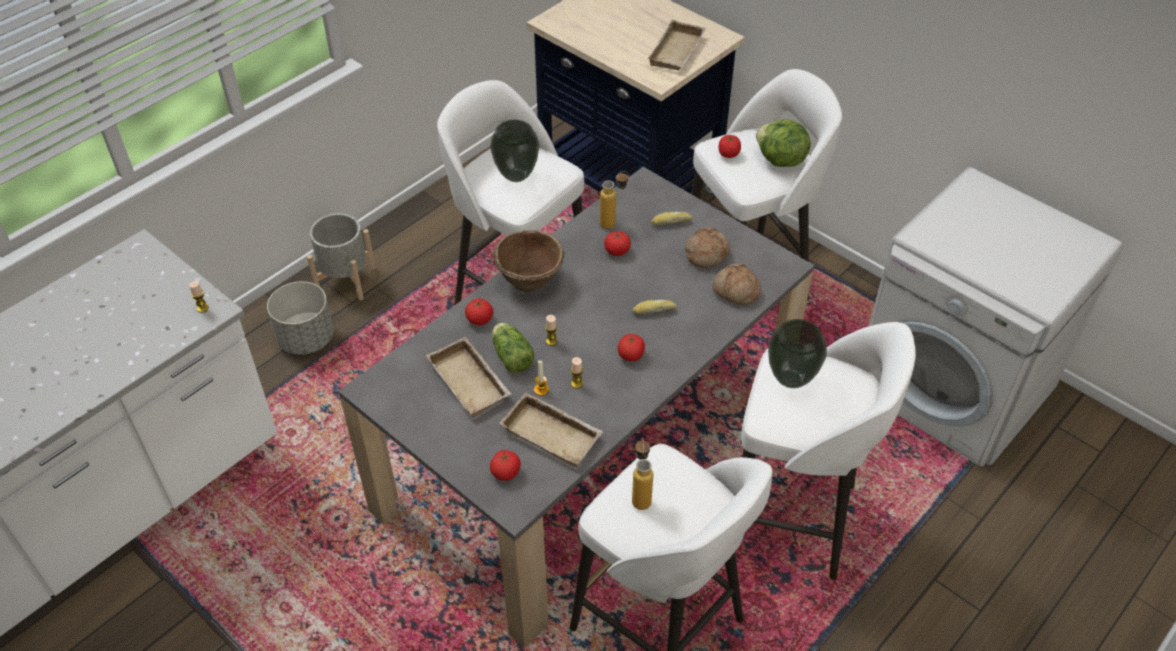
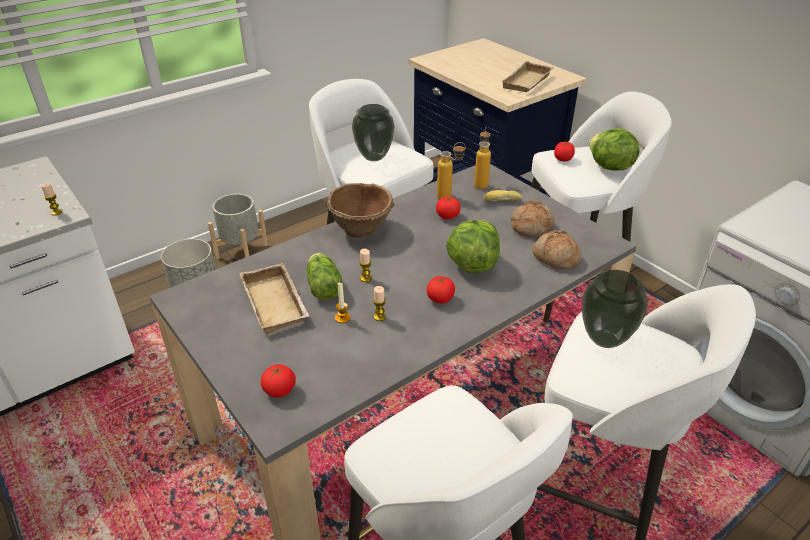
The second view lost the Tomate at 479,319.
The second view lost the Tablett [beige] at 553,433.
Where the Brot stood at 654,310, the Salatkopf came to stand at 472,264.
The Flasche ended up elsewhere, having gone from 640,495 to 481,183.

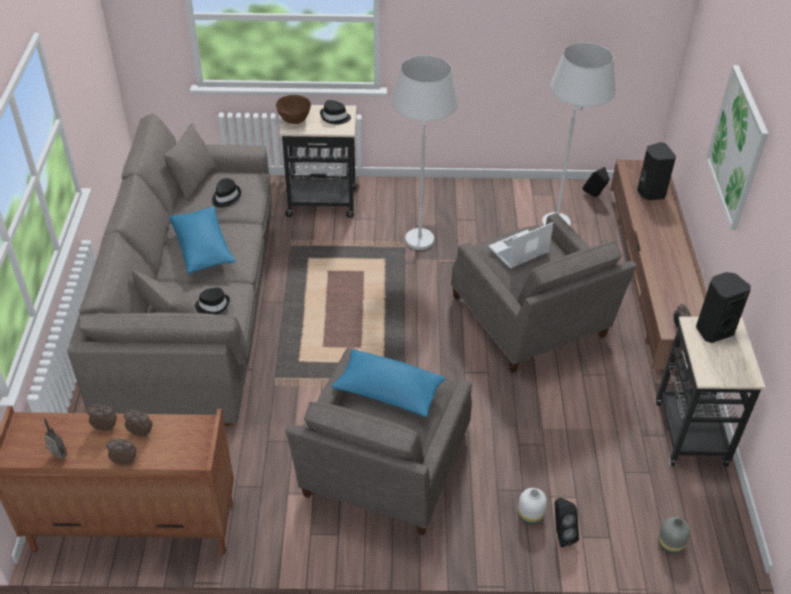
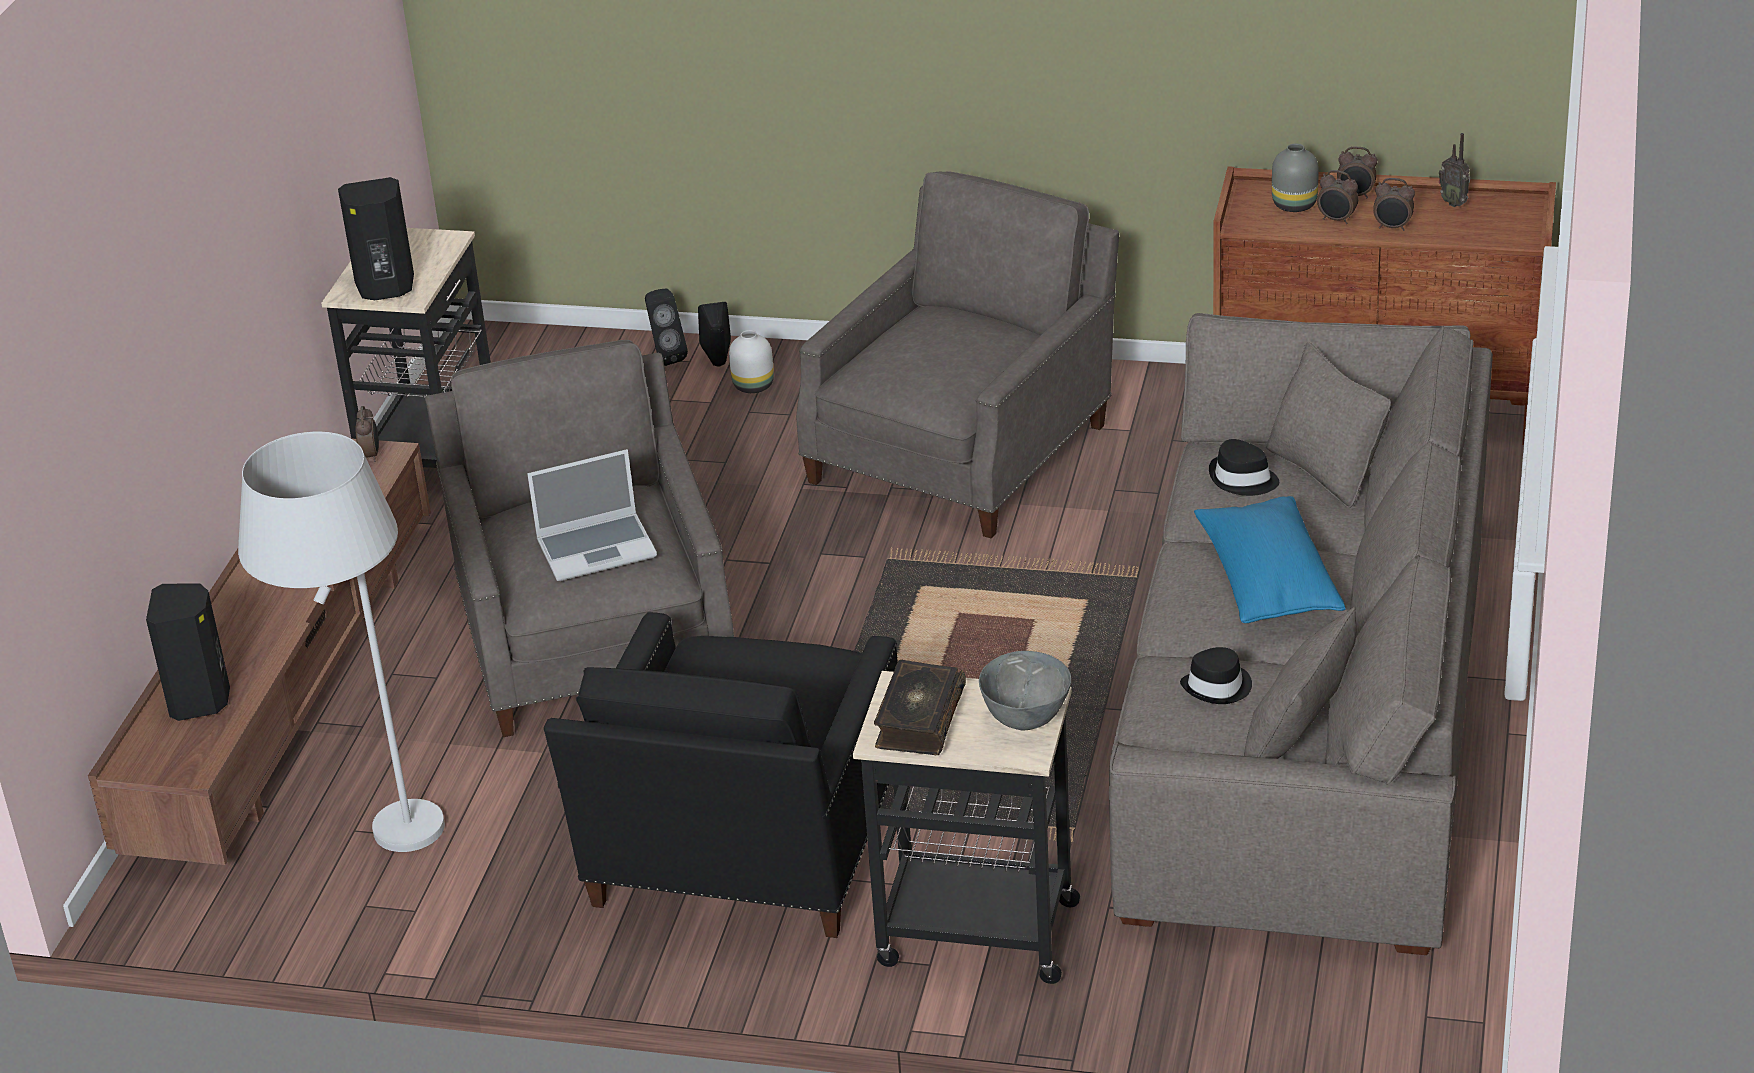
What was the Schüssel [braun] at 294,120 turned into the Schüssel [grau] at 1025,719.
Where the Hut [schwarz] stood at 335,117, the Buch came to stand at 918,720.
The second view lost the Kissen [blau] at 388,392.
Where the Stehlampe [weiß] stood at 419,229, the Sessel [schwarz] came to stand at 746,842.
The Lautsprecher [schwarz] ended up elsewhere, having gone from 594,196 to 665,356.
The Vase [grau] ended up elsewhere, having gone from 670,543 to 1293,205.
The second view lost the Bild at 737,147.

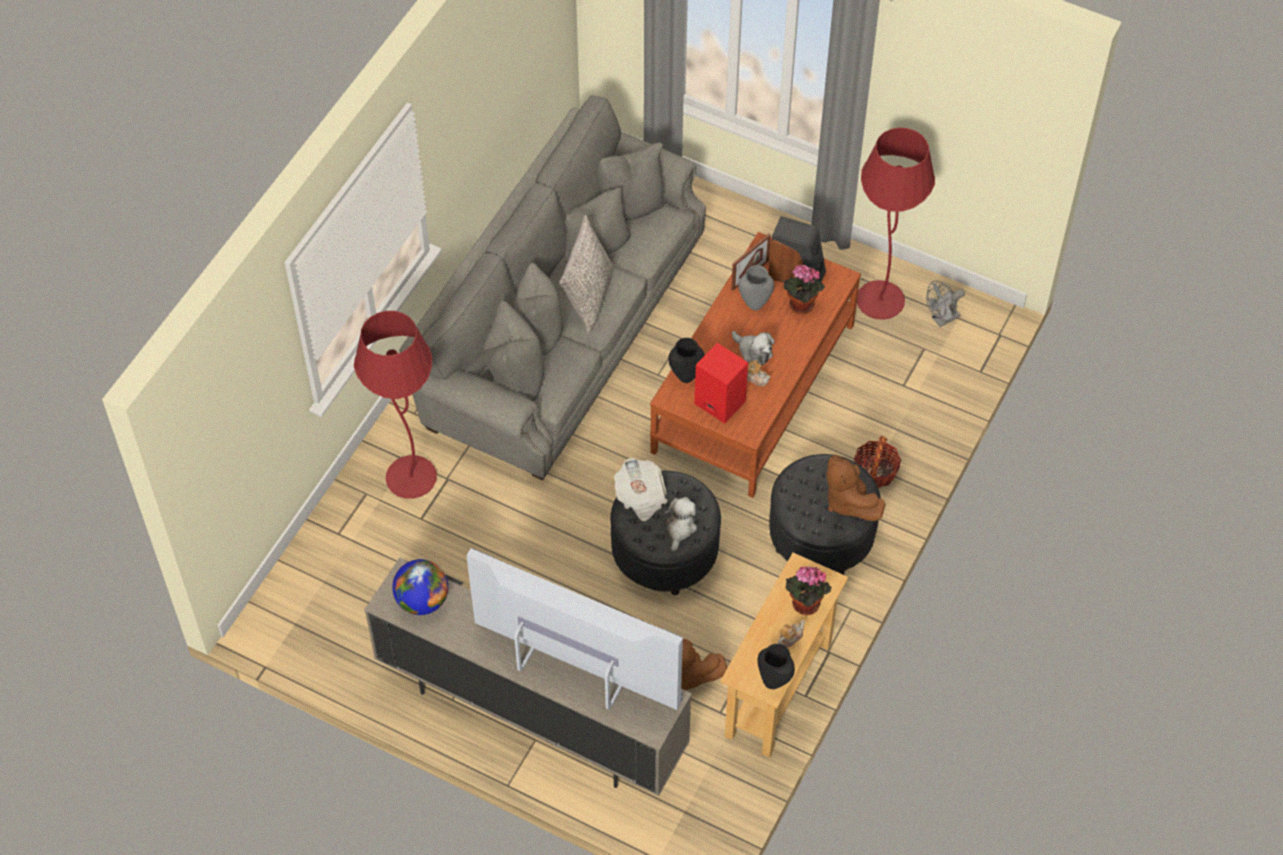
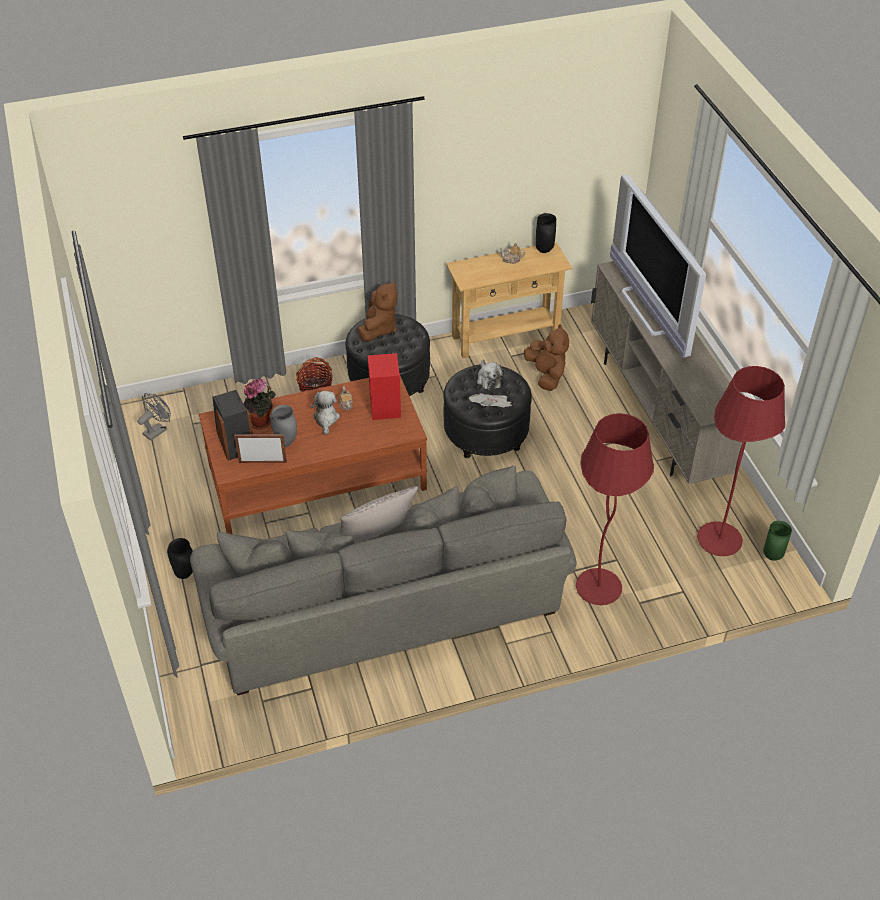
The second view lost the Globus at 422,600.
The Plüschtier at 680,528 ended up facing another way, 75 degrees counterclockwise from before.
The Vase [schwarz] ended up elsewhere, having gone from 686,376 to 184,574.
The second view lost the Topfpflanze at 804,605.
The Stehlampe [rot] ended up elsewhere, having gone from 879,302 to 719,541.
The Ventilator [grau] at 942,319 ended up facing another way, 60 degrees counterclockwise from before.
The second view gained the Vase [grün] at 773,557.

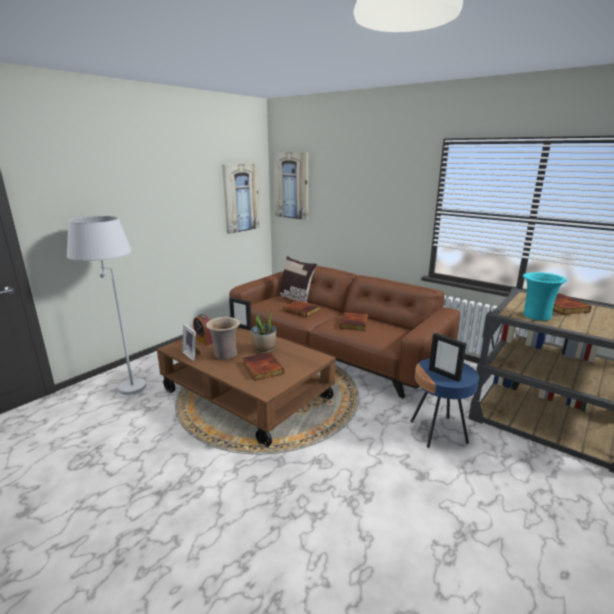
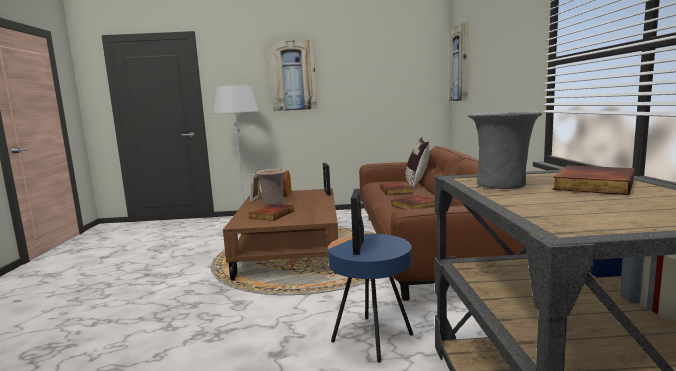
The Bild ended up elsewhere, having gone from 241,198 to 293,76.
The second view lost the Topfpflanze at 264,350.
What was the Vase [türkis] at 535,316 turned into the Vase [grau] at 501,185.

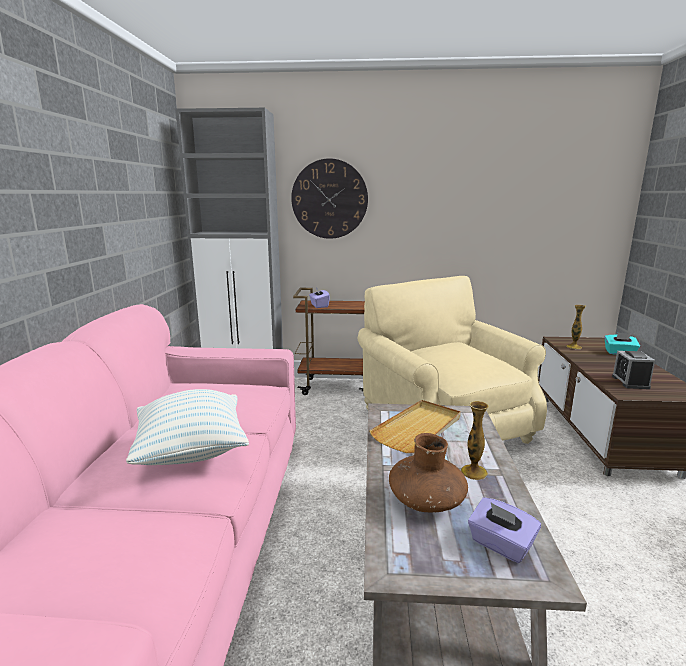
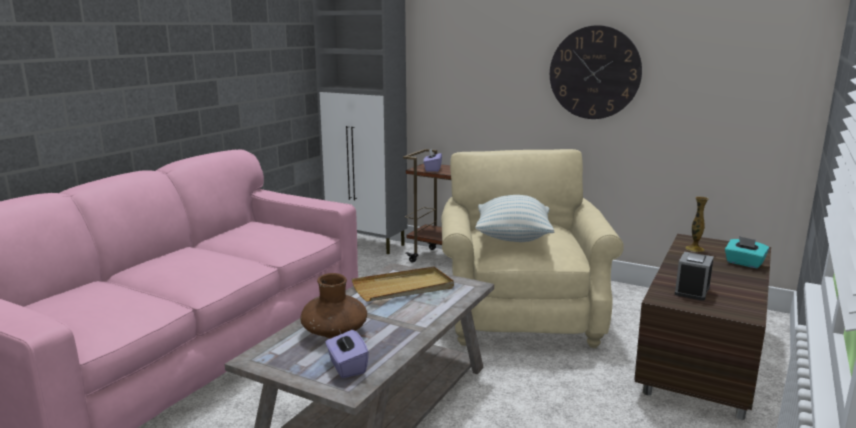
The Kissen ended up elsewhere, having gone from 192,452 to 513,238.
The Wanduhr ended up elsewhere, having gone from 329,199 to 594,73.
The second view lost the Vase at 474,472.

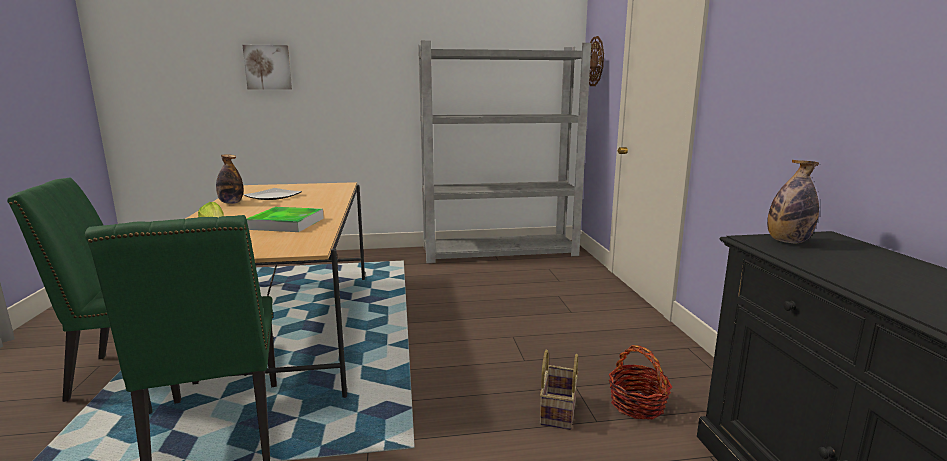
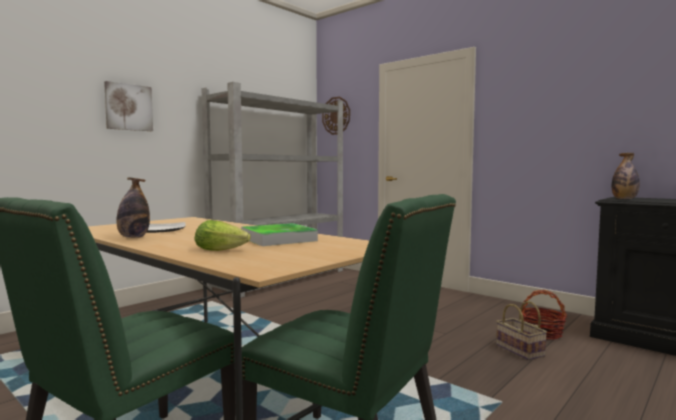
The Bild ended up elsewhere, having gone from 268,67 to 128,107.

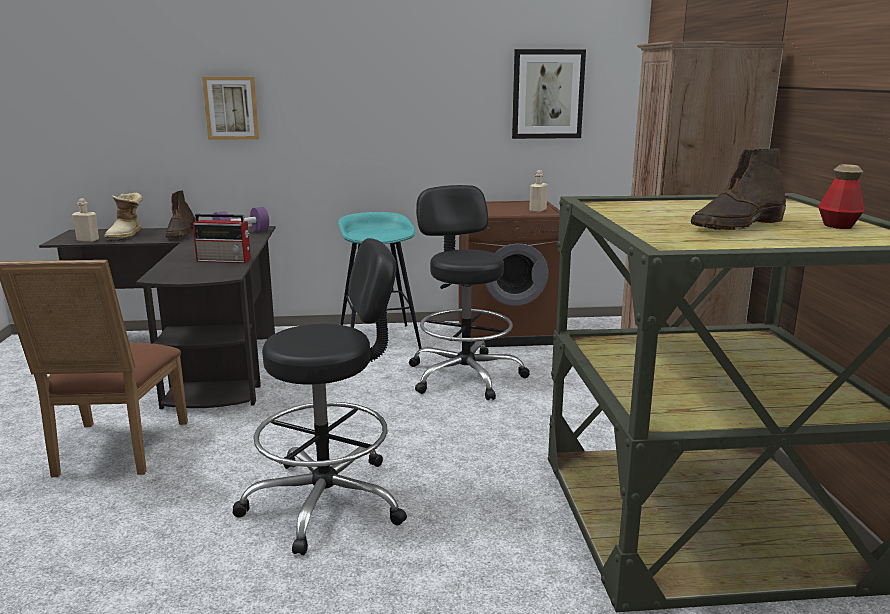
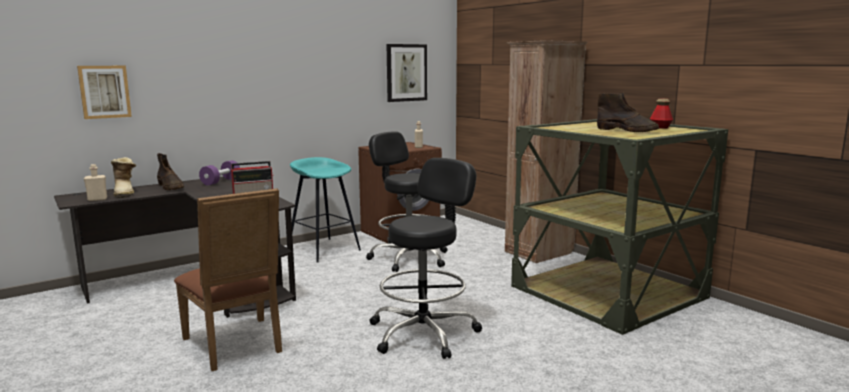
The Bild ended up elsewhere, having gone from 231,108 to 104,91.
The Stiefel [braun] at 737,226 ended up facing another way, 75 degrees counterclockwise from before.

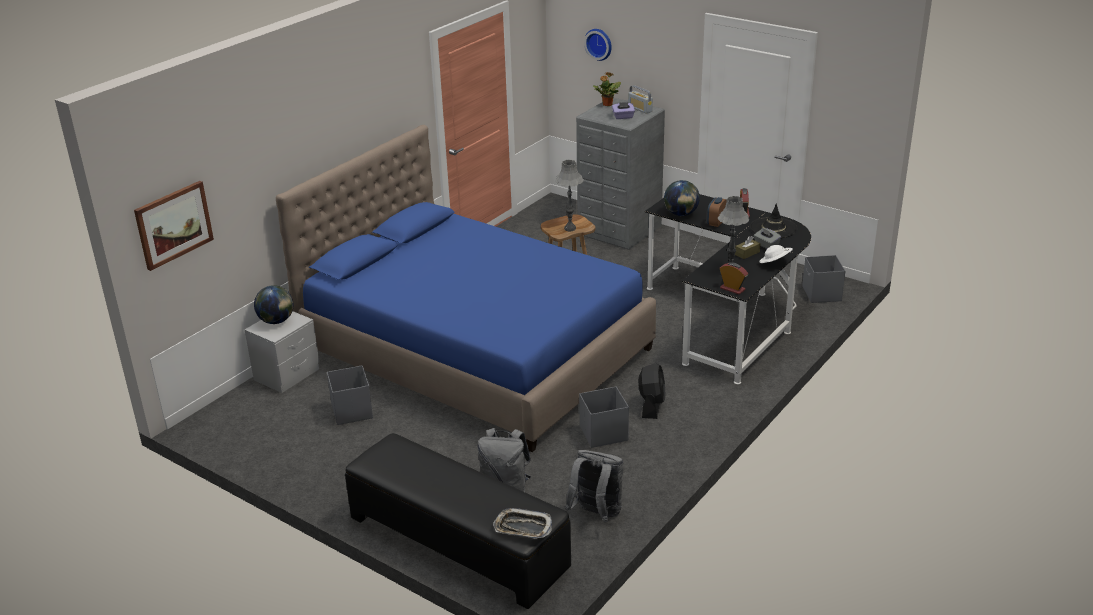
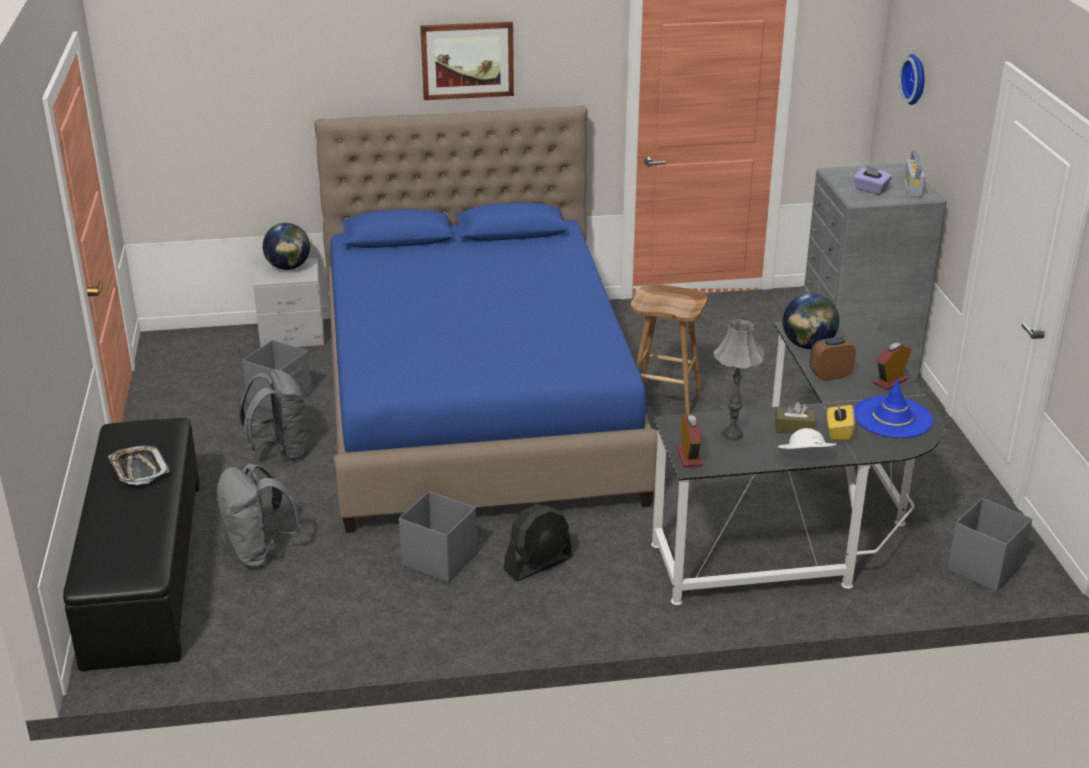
The Bild ended up elsewhere, having gone from 173,224 to 467,60.
The Tablett ended up elsewhere, having gone from 522,527 to 139,469.
The second view lost the Tischlampe [grau] at 570,228.
The Rucksack [grau] ended up elsewhere, having gone from 596,514 to 280,451.
The second view lost the Topfpflanze at 607,104.
What was the Hut [schwarz] at 773,228 turned into the Hut [blau] at 892,418.
What was the Taschentuchbox [grau] at 766,245 turned into the Taschentuchbox [gelb] at 838,432.

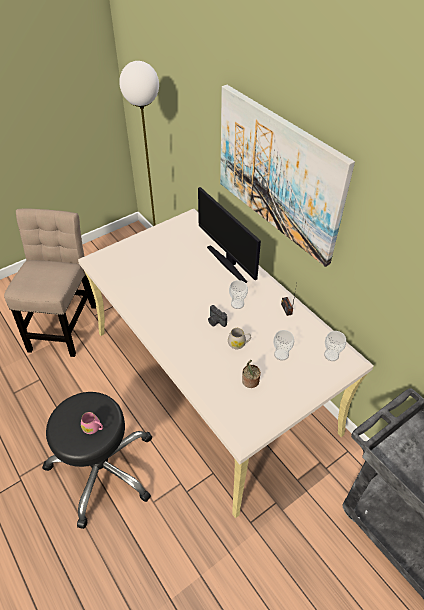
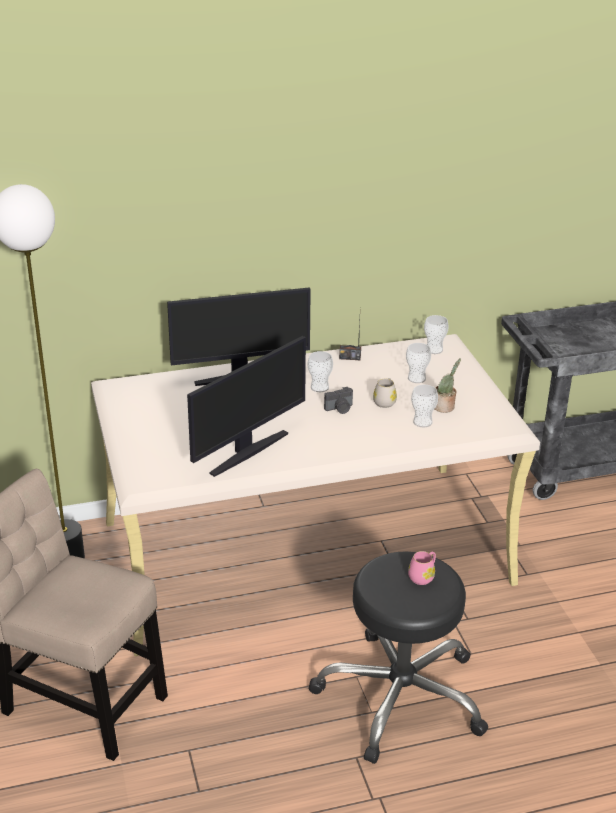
The second view lost the Bild at 278,173.
The second view gained the Monitor at 247,452.
The second view gained the Tasse at 422,422.

